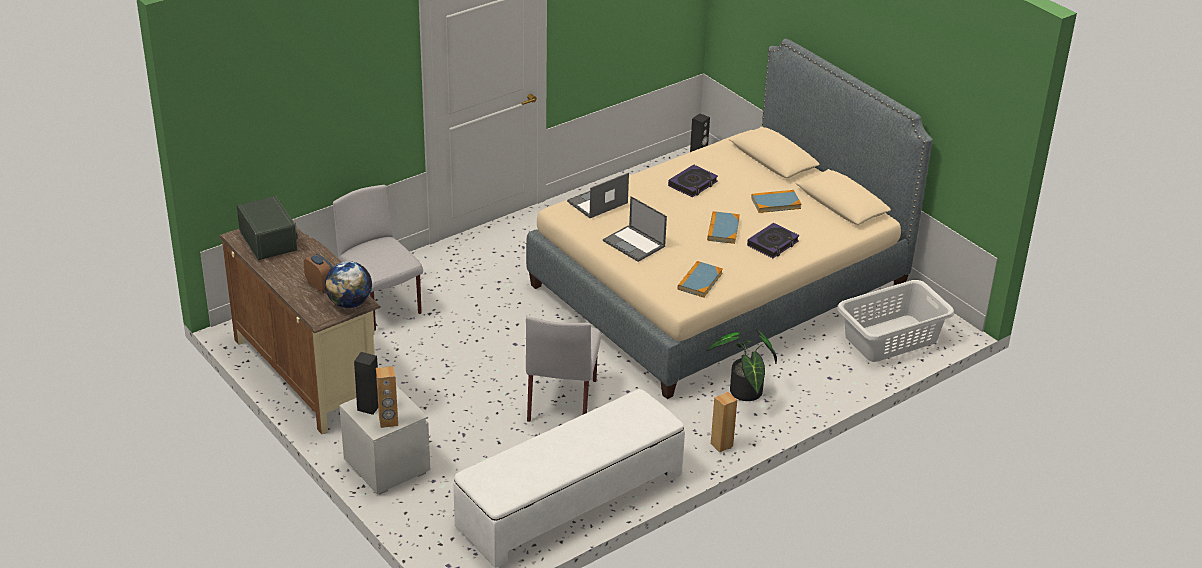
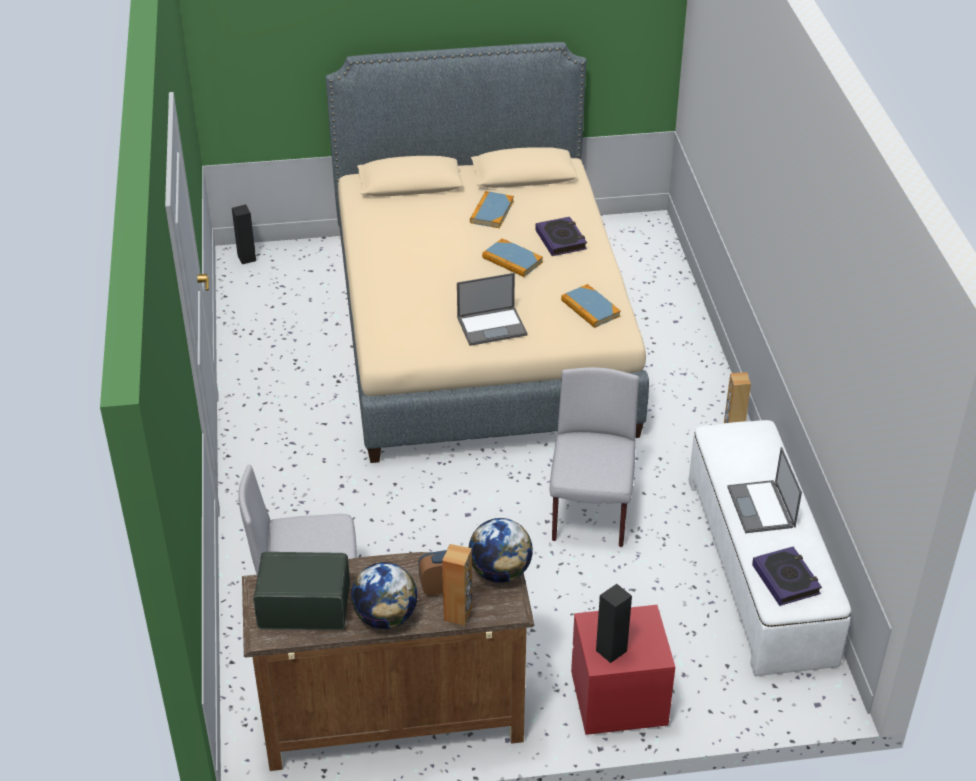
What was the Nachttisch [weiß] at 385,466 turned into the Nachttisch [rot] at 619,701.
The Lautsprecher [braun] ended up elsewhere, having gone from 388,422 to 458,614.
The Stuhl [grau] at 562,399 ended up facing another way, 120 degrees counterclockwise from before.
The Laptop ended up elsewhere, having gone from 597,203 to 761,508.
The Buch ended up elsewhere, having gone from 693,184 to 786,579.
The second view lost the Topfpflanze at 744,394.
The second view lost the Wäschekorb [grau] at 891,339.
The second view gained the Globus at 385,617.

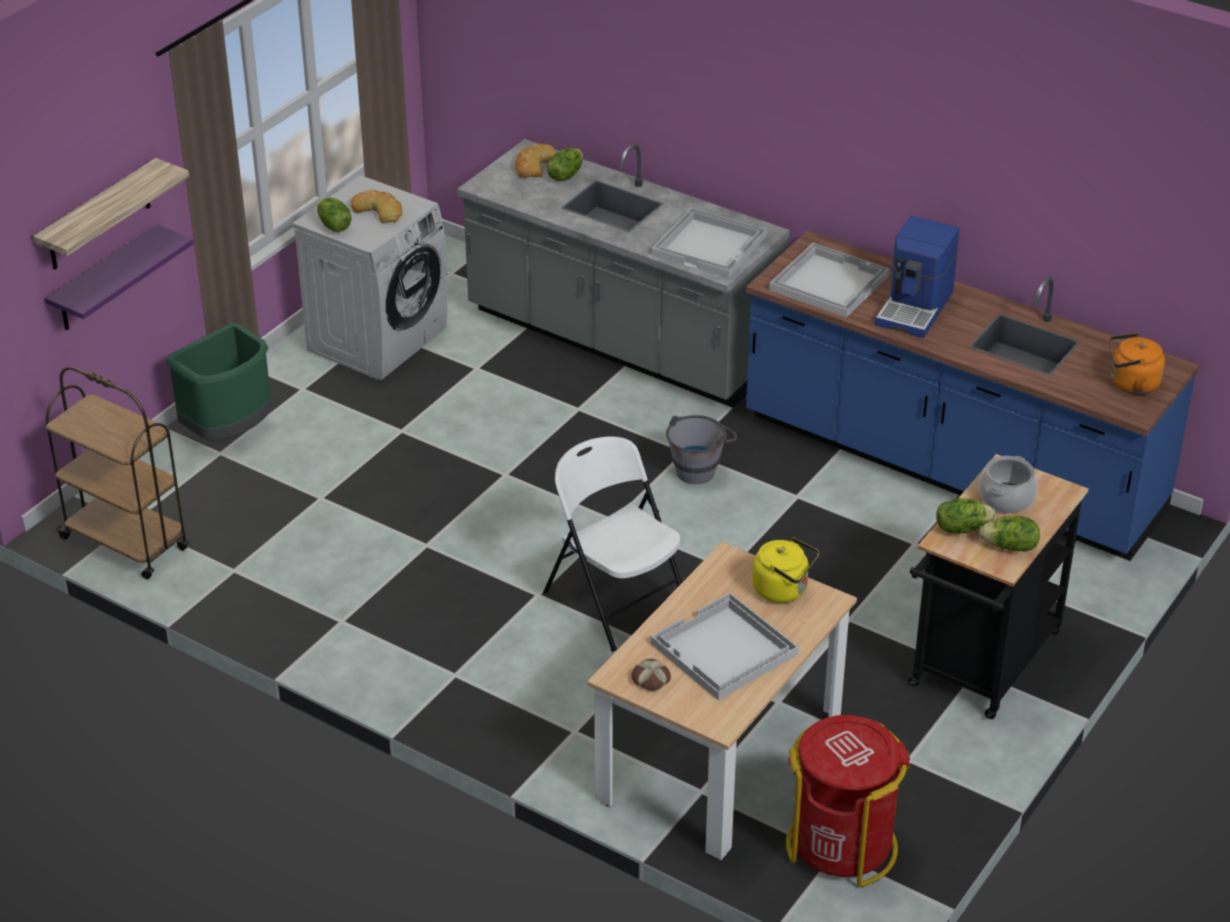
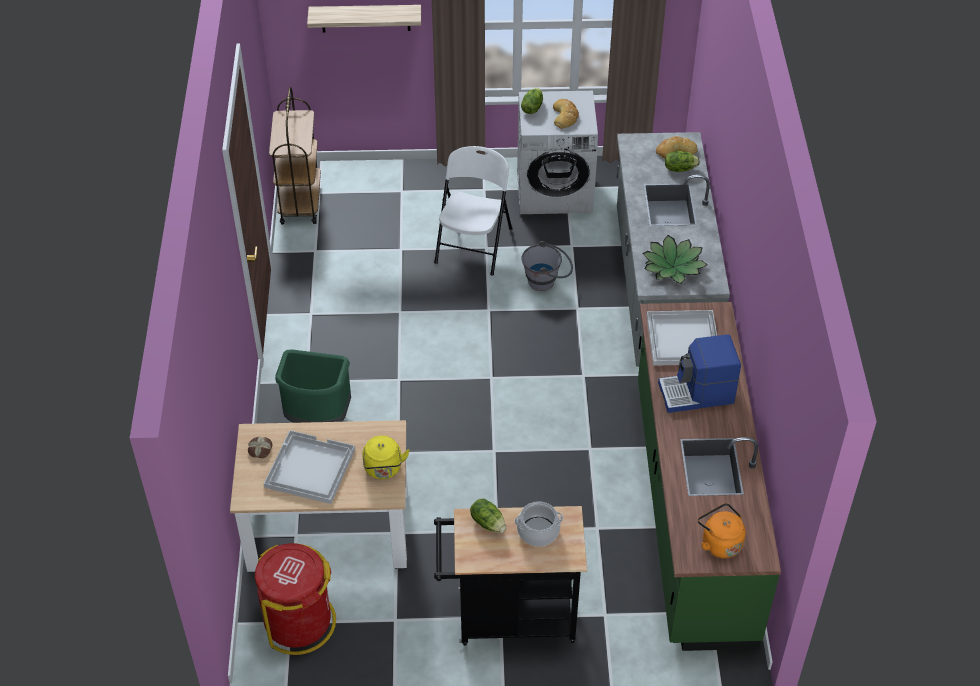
The second view lost the Wandregal [lila] at 105,280.
The Mülleimer [grün] ended up elsewhere, having gone from 230,431 to 318,418.
The Stuhl [weiß] ended up elsewhere, having gone from 617,600 to 474,246.
Where the Tablett [weiß] stood at 710,245, the Topfpflanze came to stand at 673,267.
The Eimer [grau] ended up elsewhere, having gone from 699,467 to 547,281.
What was the Küchenzeile [blau] at 951,467 turned into the Küchenzeile [grün] at 691,510.
The second view lost the Salatkopf at 1010,547.

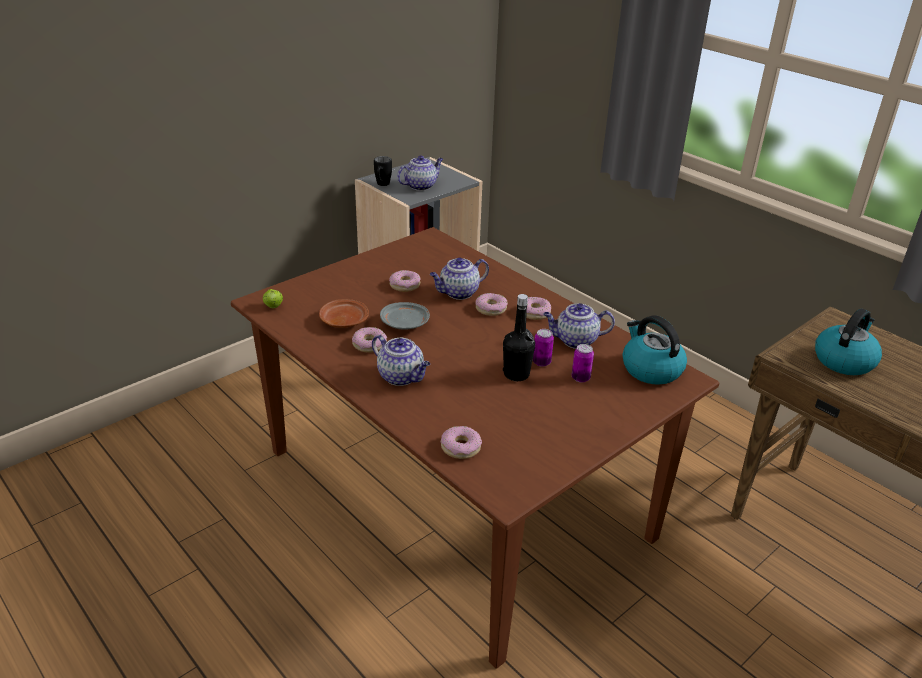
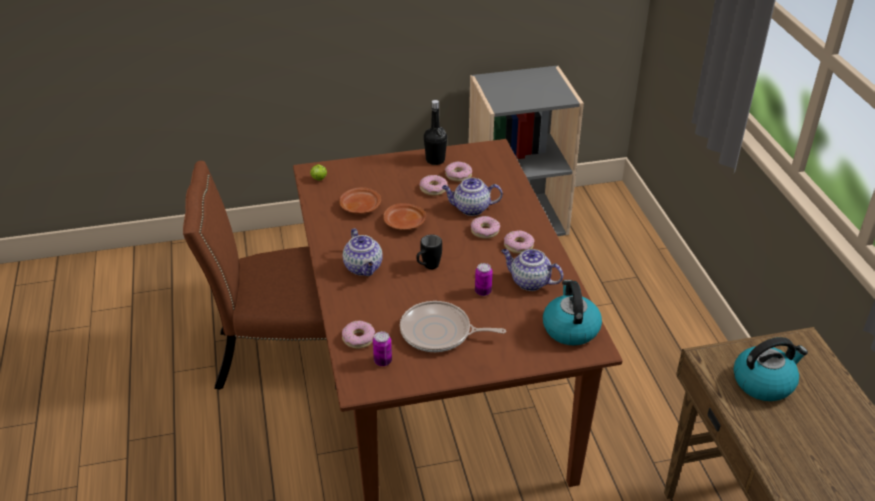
The Donut ended up elsewhere, having gone from 369,344 to 458,175.
The Henkelbecher [schwarz] ended up elsewhere, having gone from 382,185 to 427,267.
What was the Teller [grau] at 405,323 turned into the Teller [braun] at 404,223.
The second view lost the Teekanne at 420,186.
The Flasche [schwarz] ended up elsewhere, having gone from 516,374 to 435,160.
The Dose ended up elsewhere, having gone from 580,378 to 382,361.
The second view gained the Stuhl [braun] at 284,355.
The second view gained the Pfanne at 439,333.

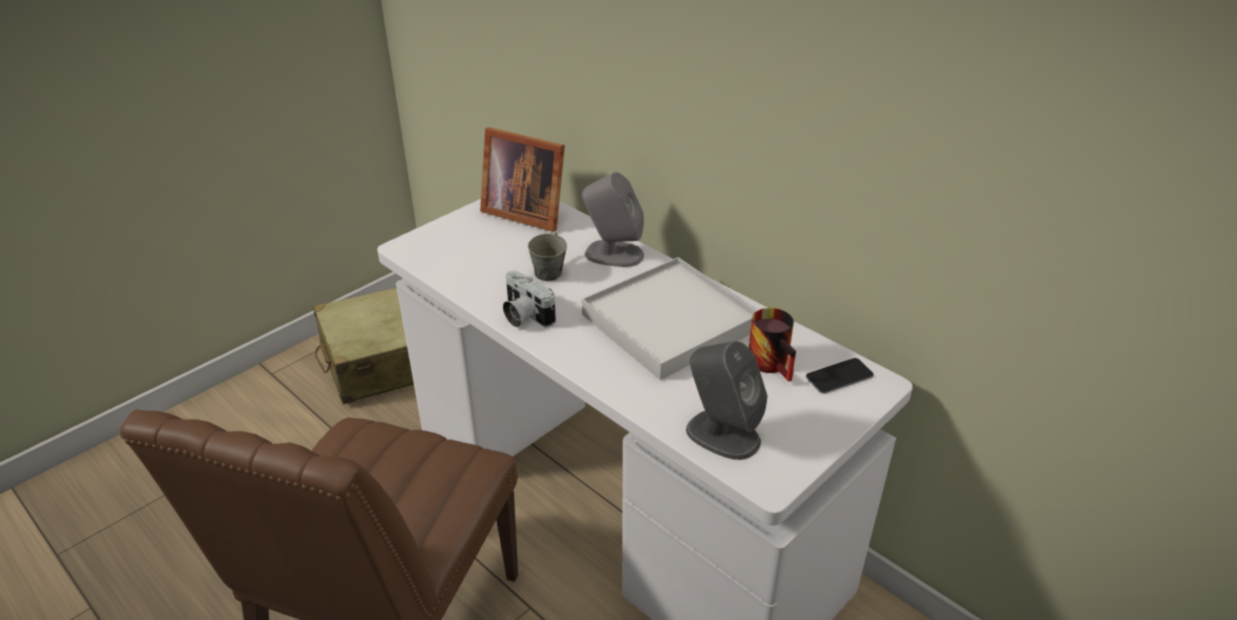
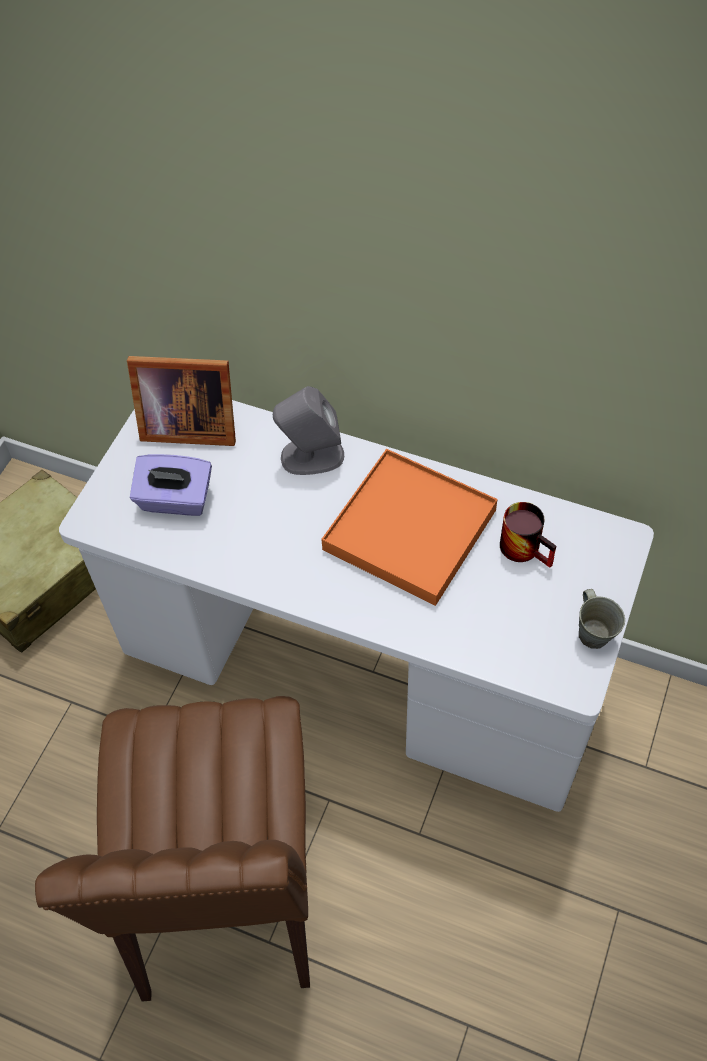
The second view lost the Kamera at 524,315.
The Henkelbecher [grau] ended up elsewhere, having gone from 549,272 to 593,632.
What was the Tablett [weiß] at 670,322 turned into the Tablett [orange] at 410,530.
The second view lost the Lautsprecher [grau] at 722,434.
The second view lost the Handy at 839,376.
The second view gained the Taschentuchbox [lila] at 175,500.

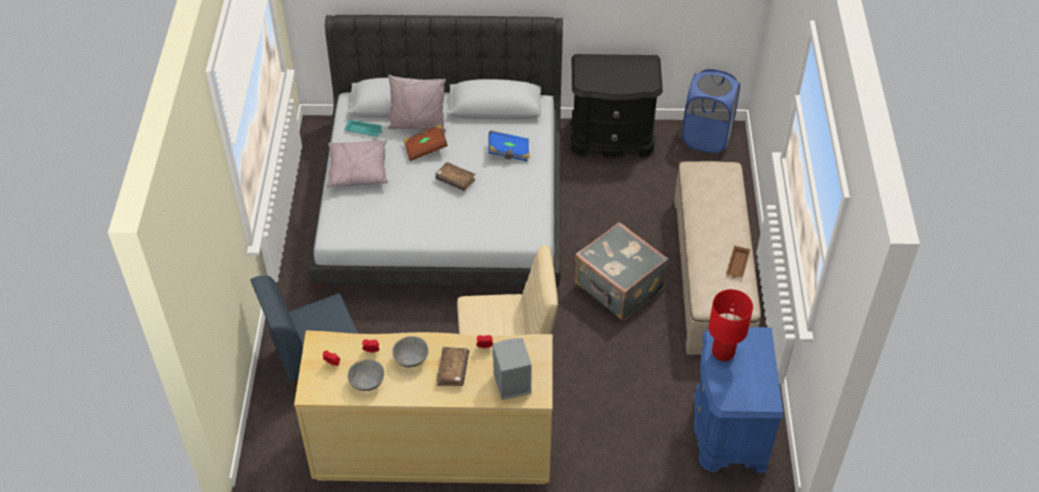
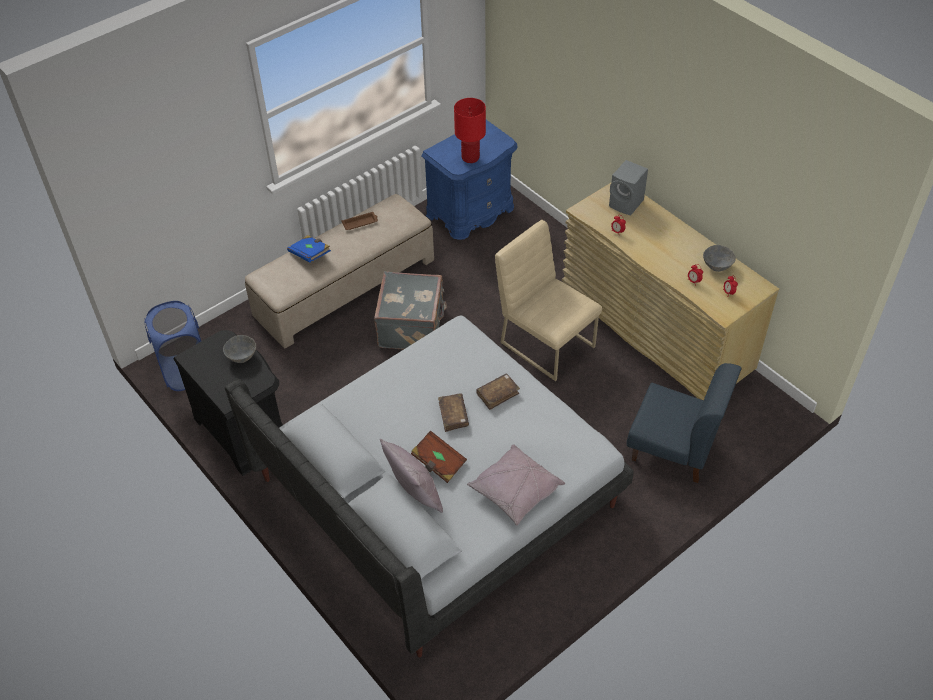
The second view lost the Tablett [türkis] at 364,130.
The Schüssel [grau] ended up elsewhere, having gone from 411,359 to 241,356.
The Buch [braun] ended up elsewhere, having gone from 453,370 to 497,394.
The Buch [blau] ended up elsewhere, having gone from 508,153 to 310,255.

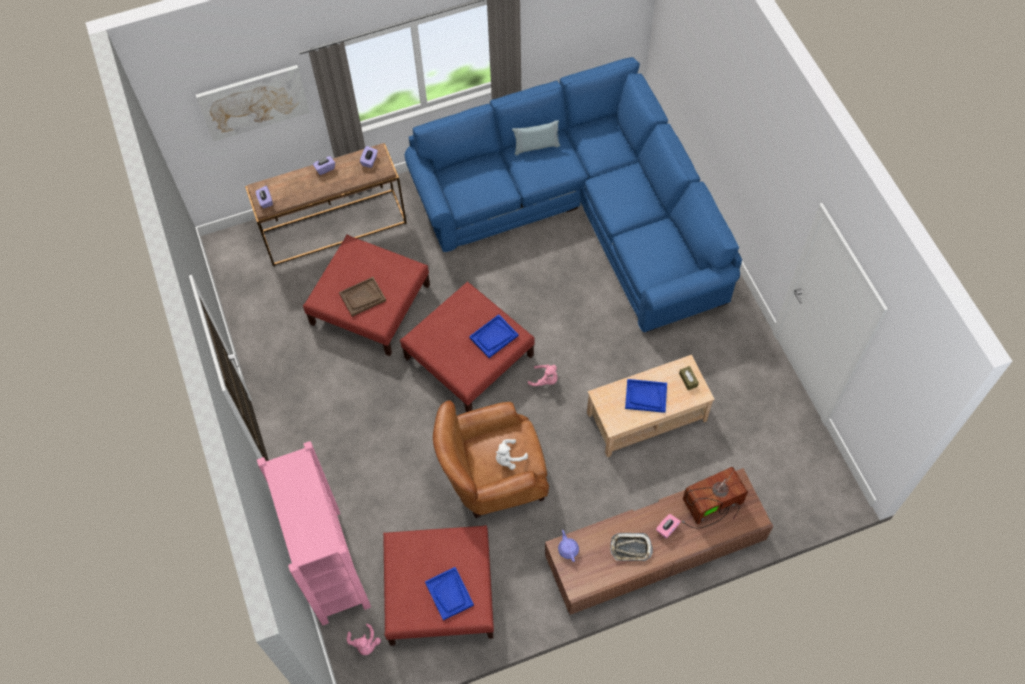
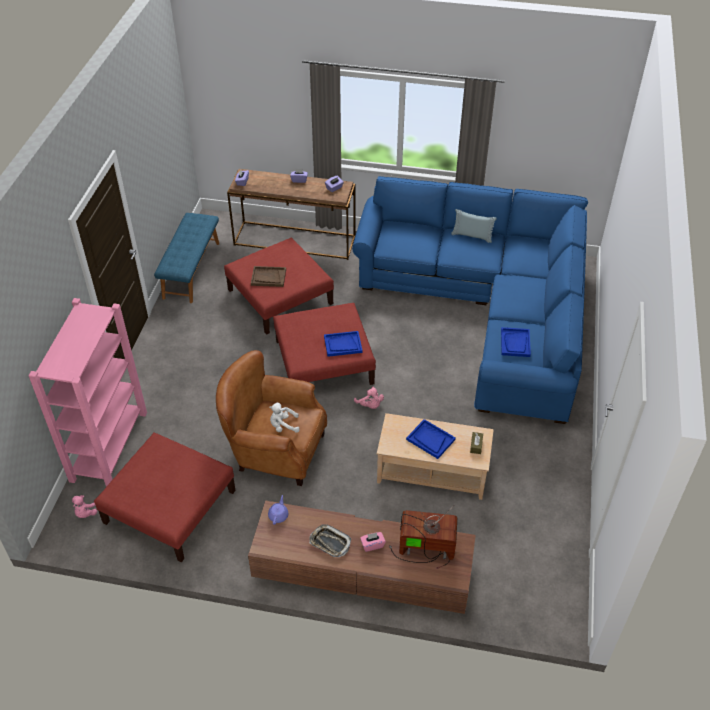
The second view lost the Bild at 253,102.
The Tablett [blau] ended up elsewhere, having gone from 449,594 to 515,343.
The second view gained the Bank [blau] at 191,270.

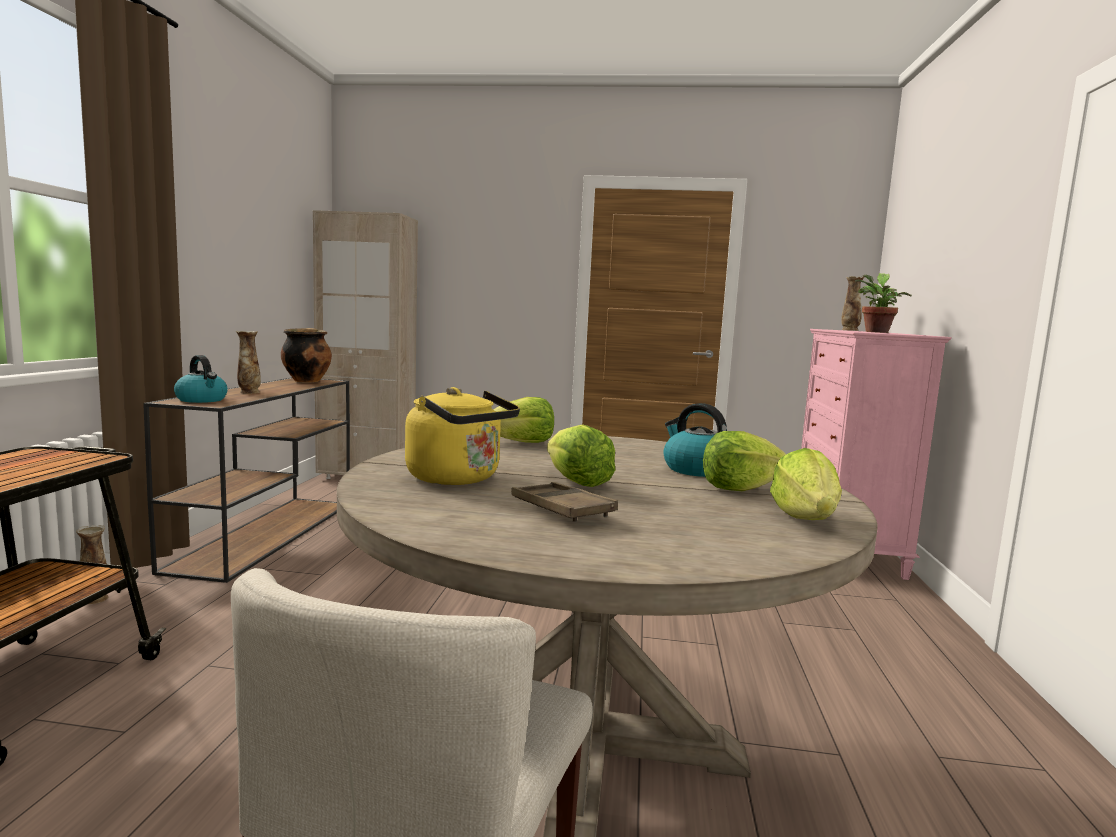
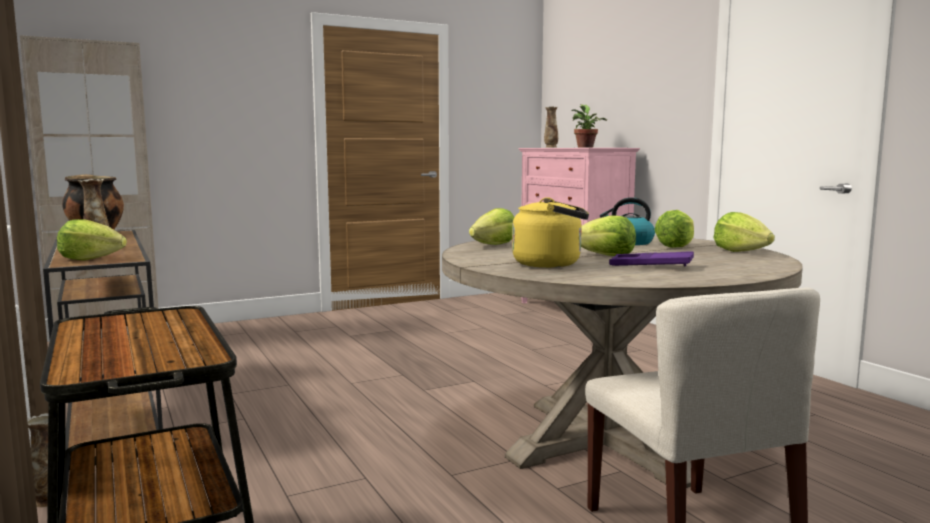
Where the Wasserkessel stood at 202,400, the Salatkopf came to stand at 91,259.
What was the Tablett [braun] at 561,509 turned into the Tablett [lila] at 651,265.

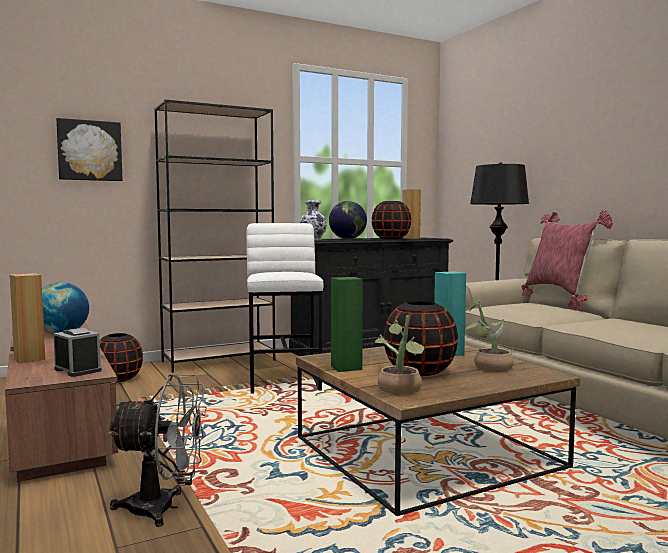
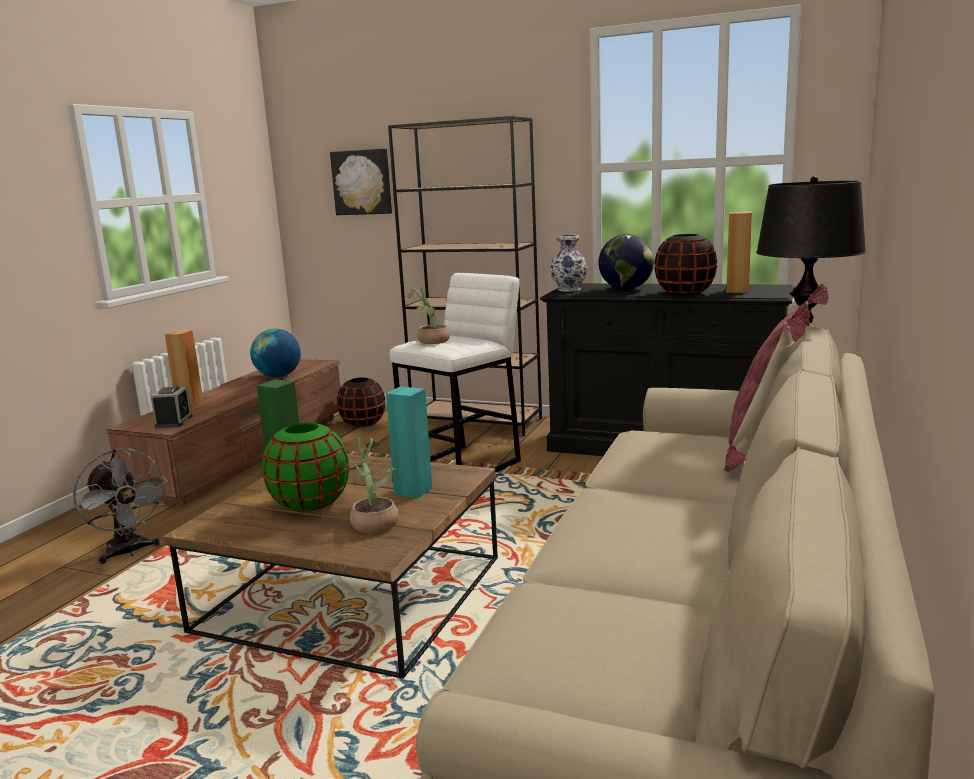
The Topfpflanze ended up elsewhere, having gone from 400,391 to 430,342.
What was the Vase [schwarz] at 419,372 turned into the Vase [grün] at 310,503.

